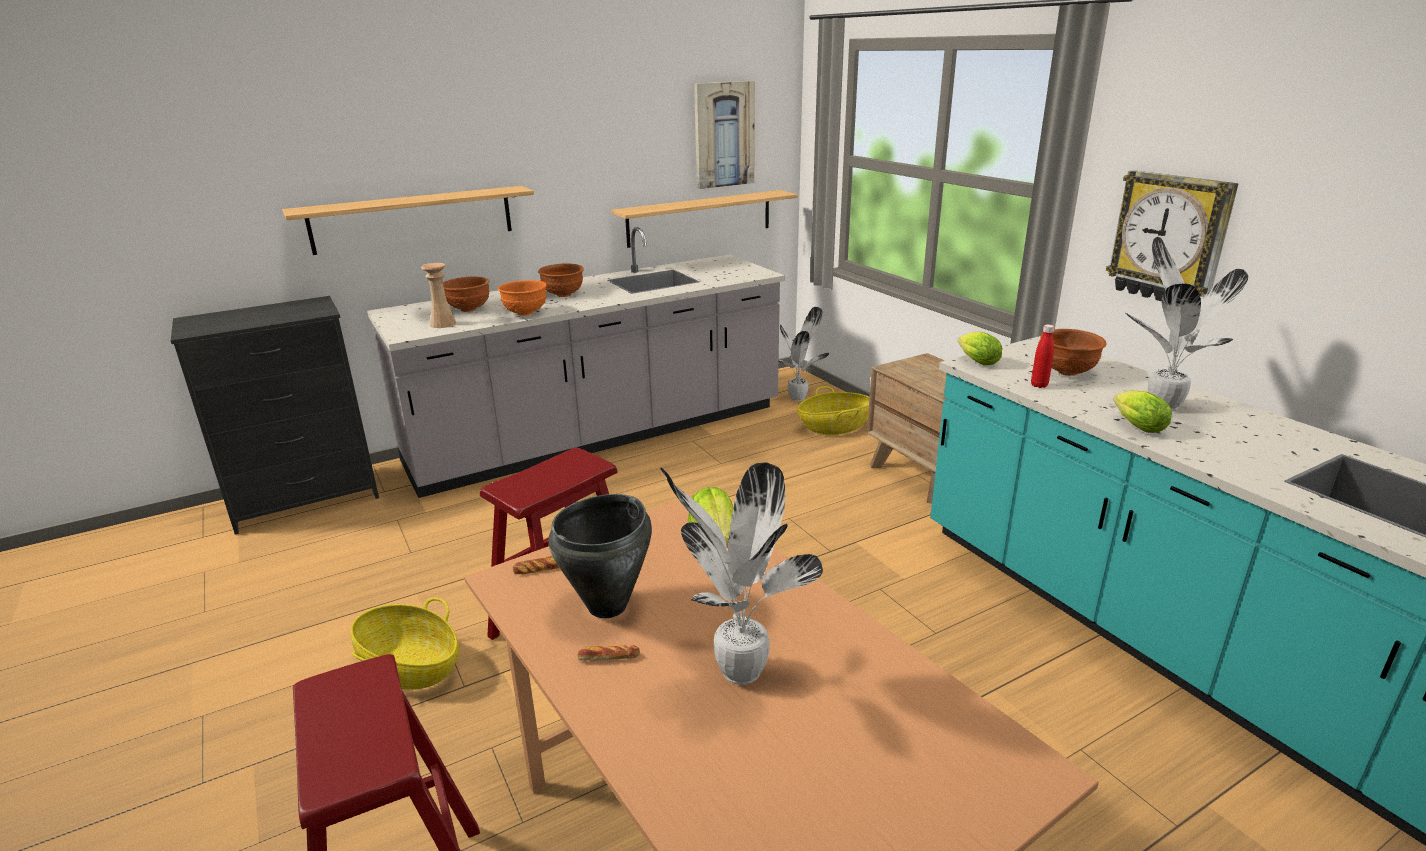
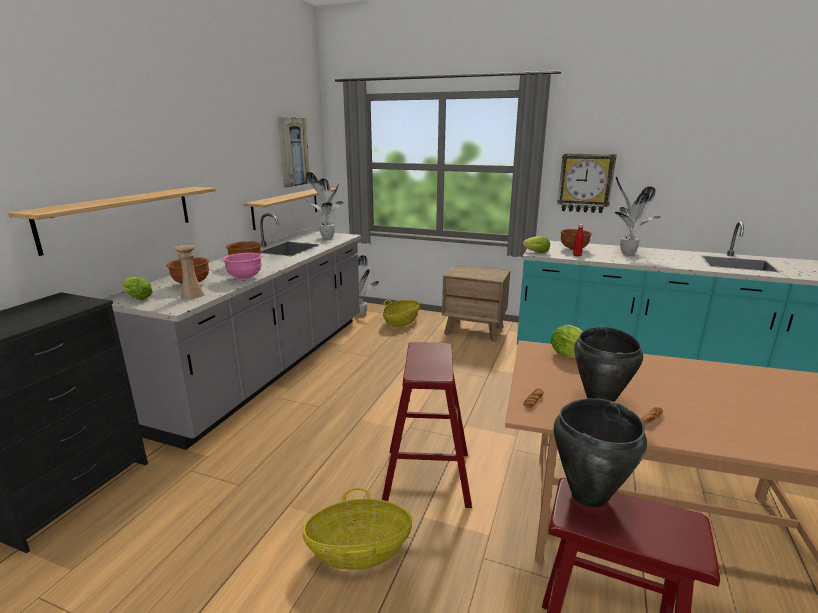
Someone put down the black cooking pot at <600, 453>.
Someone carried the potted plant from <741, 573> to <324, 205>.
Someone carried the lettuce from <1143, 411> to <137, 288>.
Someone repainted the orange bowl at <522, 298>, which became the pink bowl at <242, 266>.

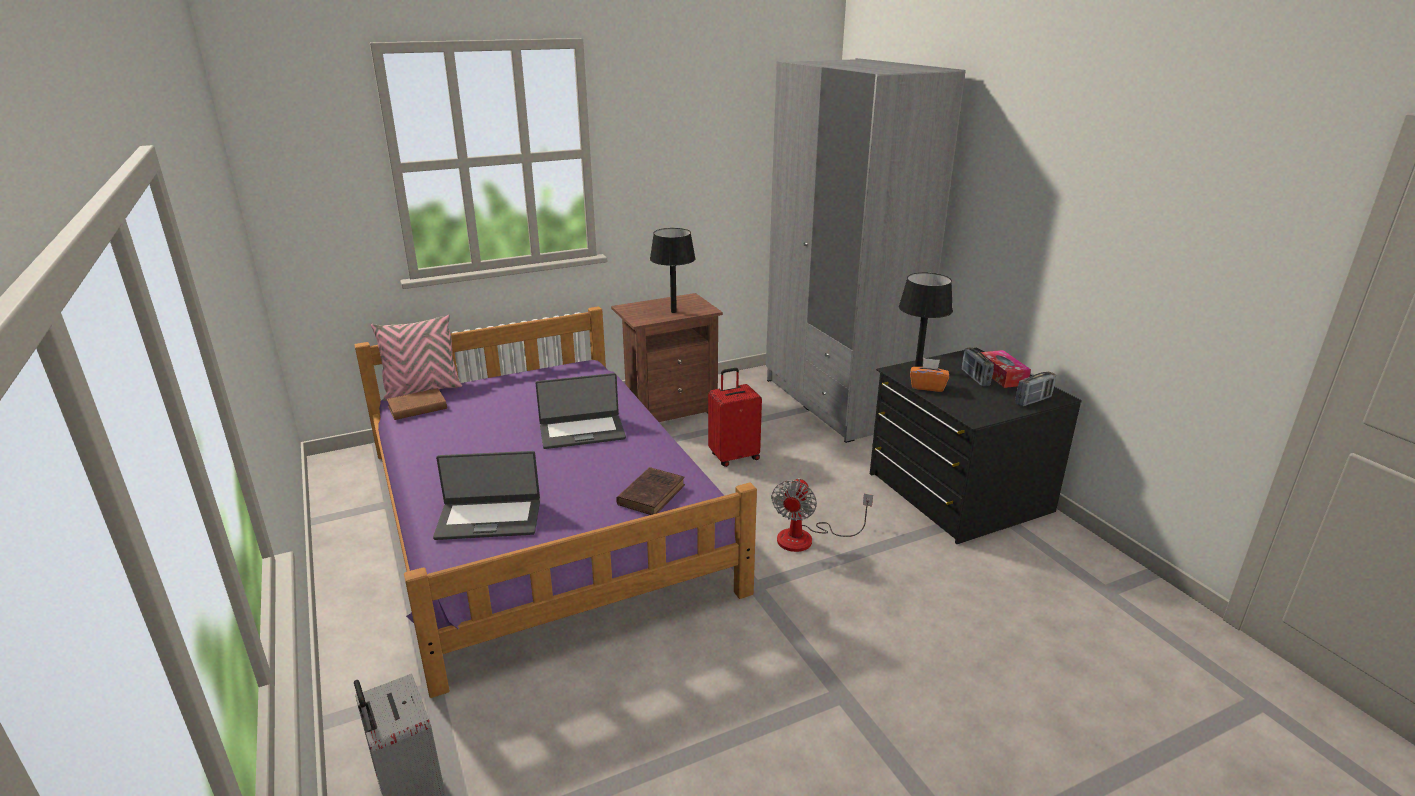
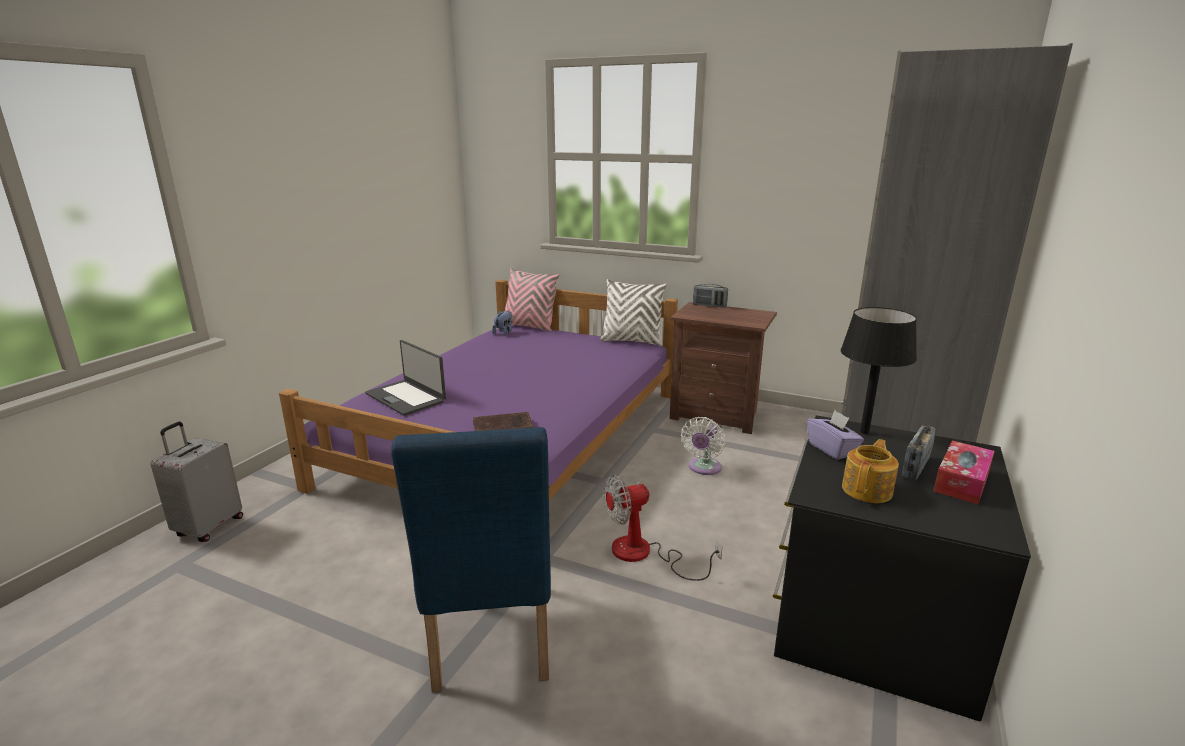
Someone took away the laptop at <580, 411>.
Someone took away the black table lamp at <673, 270>.
Someone put down the blue chair at <471, 559>.
Someone put down the white pillow at <633, 312>.
Someone put down the teapot at <870, 471>.
Someone carried the radio from <1035, 389> to <710, 296>.
Someone swapped the brown book at <417, 404> for the plush toy at <502, 323>.
Someone swapped the red suitcase at <735, 417> for the white fan at <703, 446>.
Someone repainted the orange tissue box at <929, 375>, which became the purple tissue box at <835, 435>.

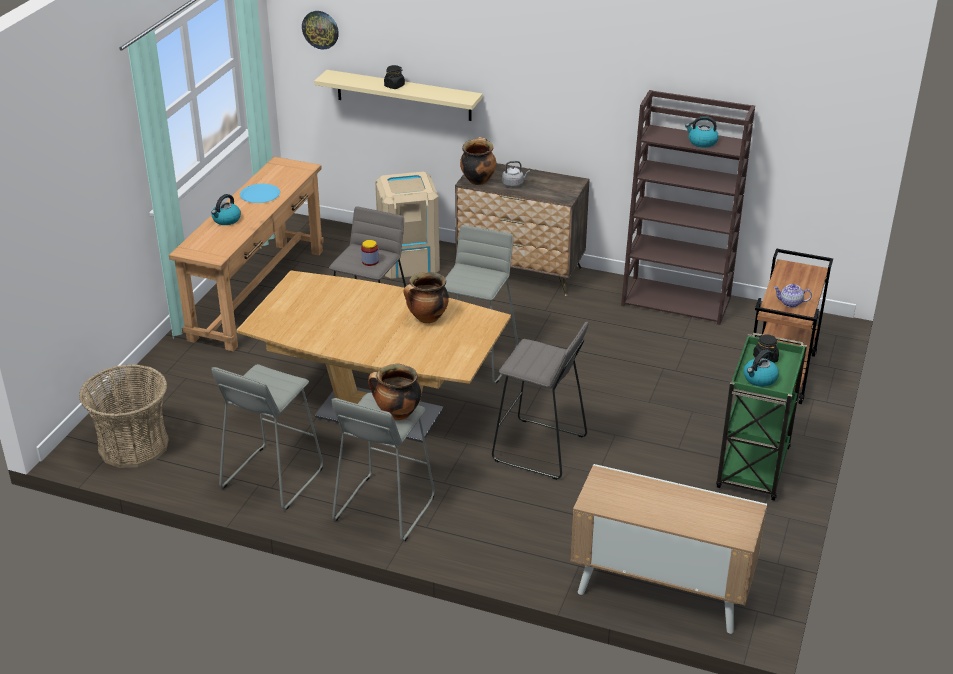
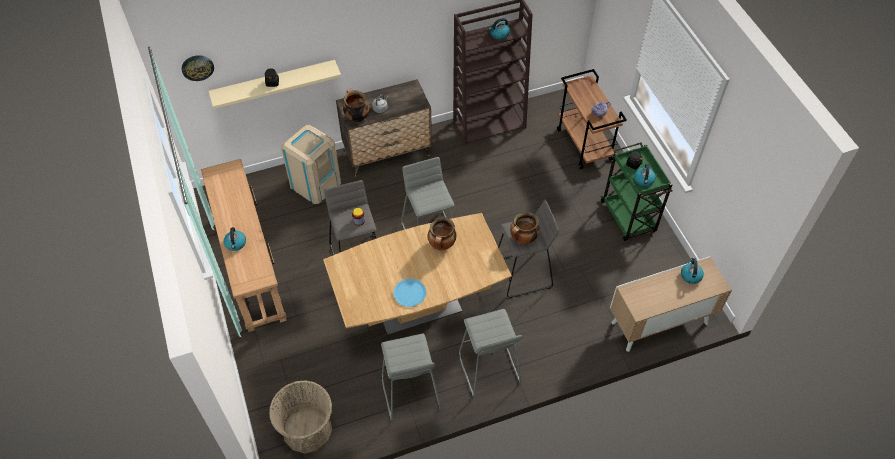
Someone put down the kettle at <692, 270>.
Someone carried the blue plate from <260, 193> to <409, 293>.
Someone carried the cooking pot from <394, 392> to <524, 228>.

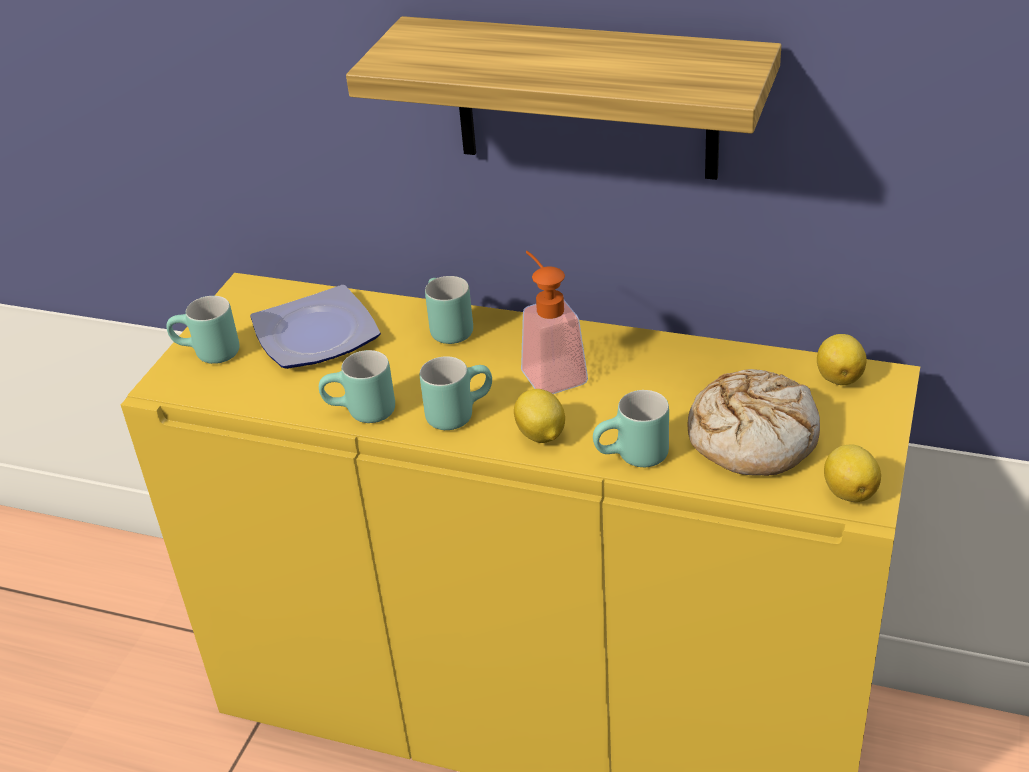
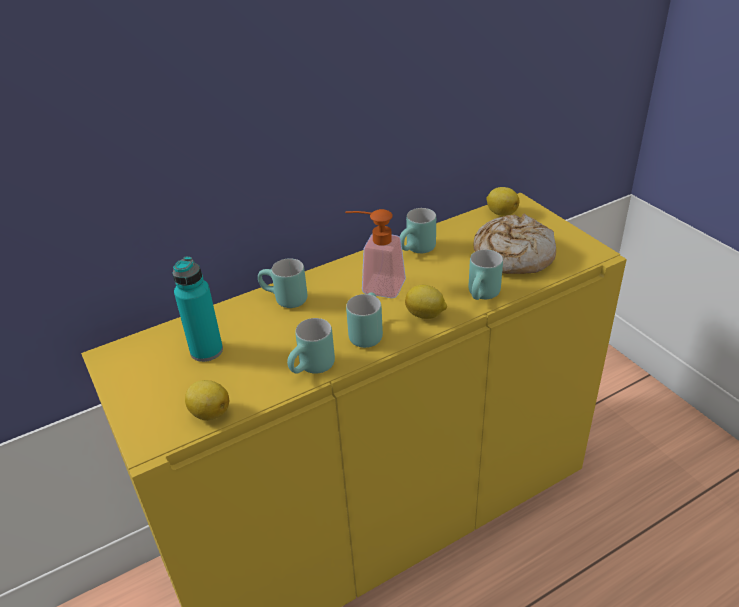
Someone took away the shelf at <563, 98>.
Someone carried the turquoise mug from <203, 330> to <418, 230>.
Someone carried the lemon from <852, 473> to <207, 400>.
Someone swapped the plate at <315, 327> for the turquoise bottle at <198, 309>.

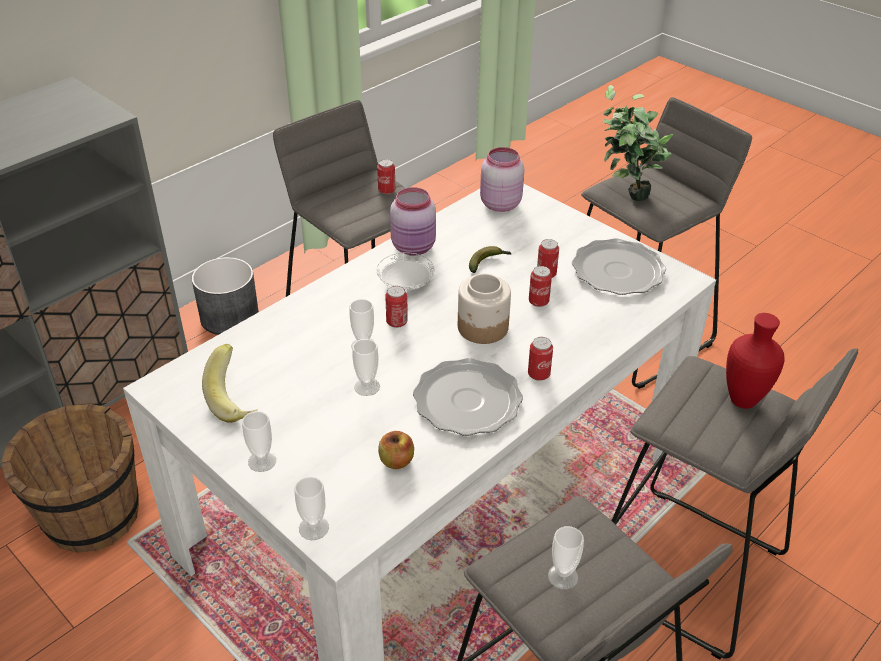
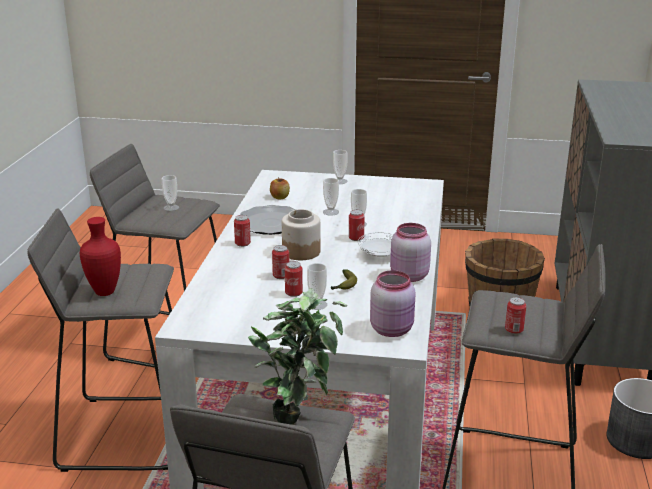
Someone took away the banana at <229, 383>.
Someone took away the plate at <619, 266>.
Someone carried the cup from <311, 508> to <317, 286>.

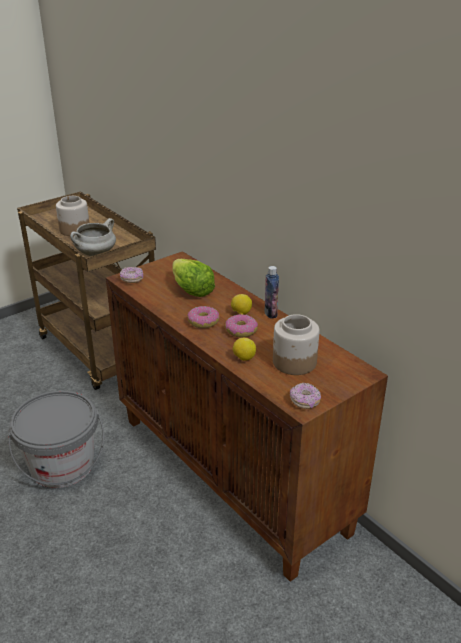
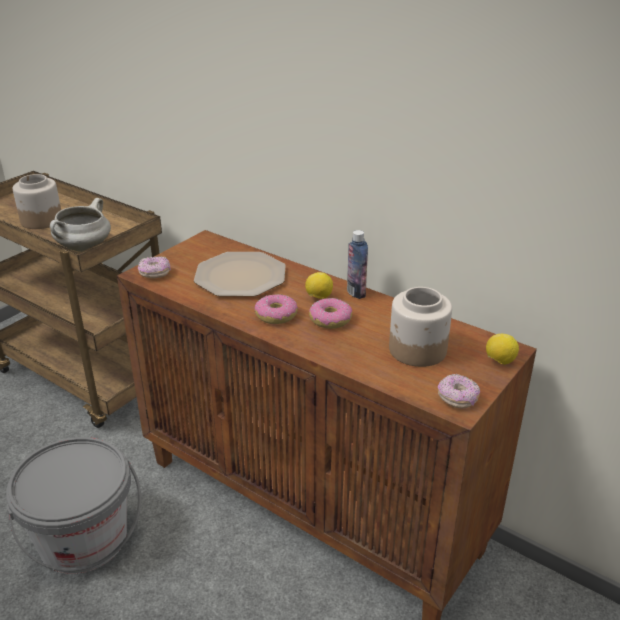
Someone carried the lemon from <244, 349> to <502, 349>.
Someone swapped the lettuce at <193, 278> for the plate at <240, 274>.

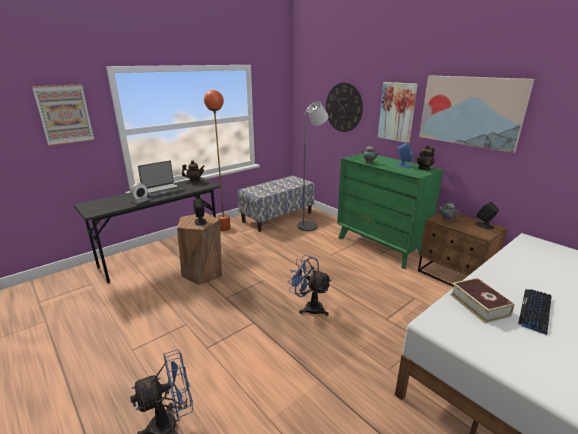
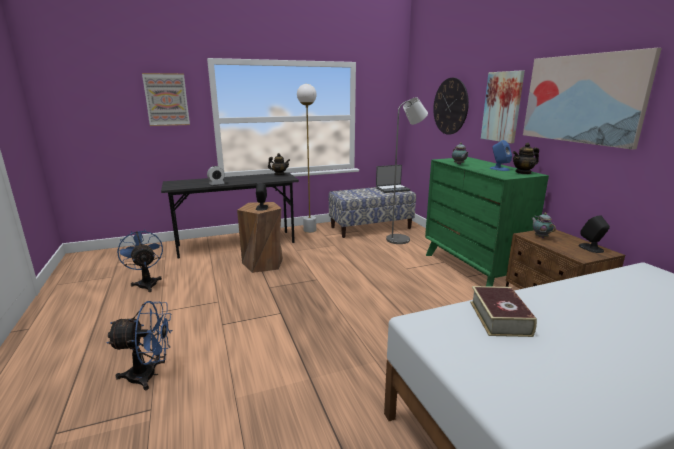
Someone took away the keyboard at <535, 312>.
Someone carried the laptop from <160, 179> to <393, 179>.
Someone carried the blue fan from <309, 285> to <140, 260>.
Someone repainted the orange floor lamp at <217, 160>, which became the white floor lamp at <307, 158>.

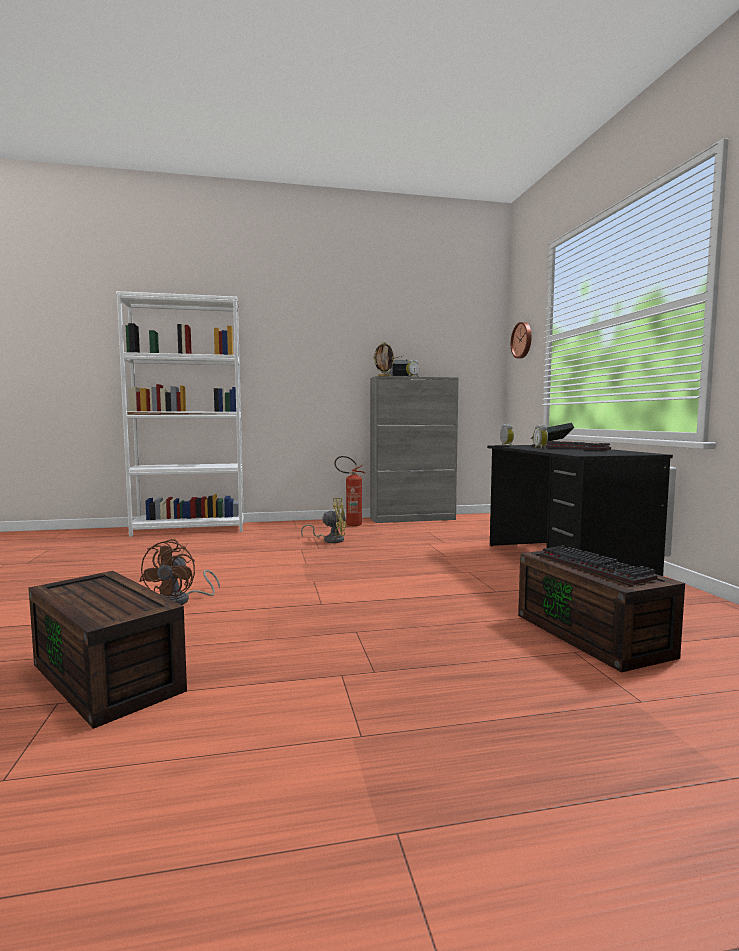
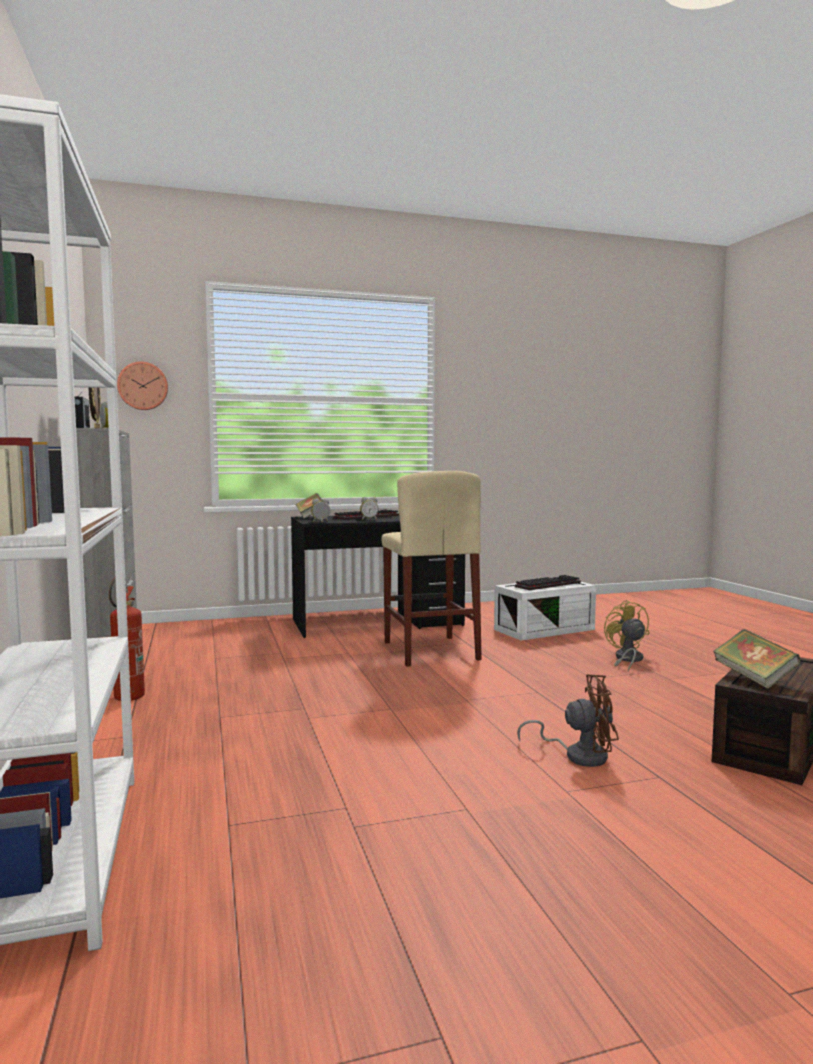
Someone put down the beige stool at <432, 569>.
Someone put down the book at <757, 659>.
Someone carried the yellow fan from <323, 520> to <627, 636>.
Someone repainted the brown storage box at <601, 611>, which became the white storage box at <545, 611>.

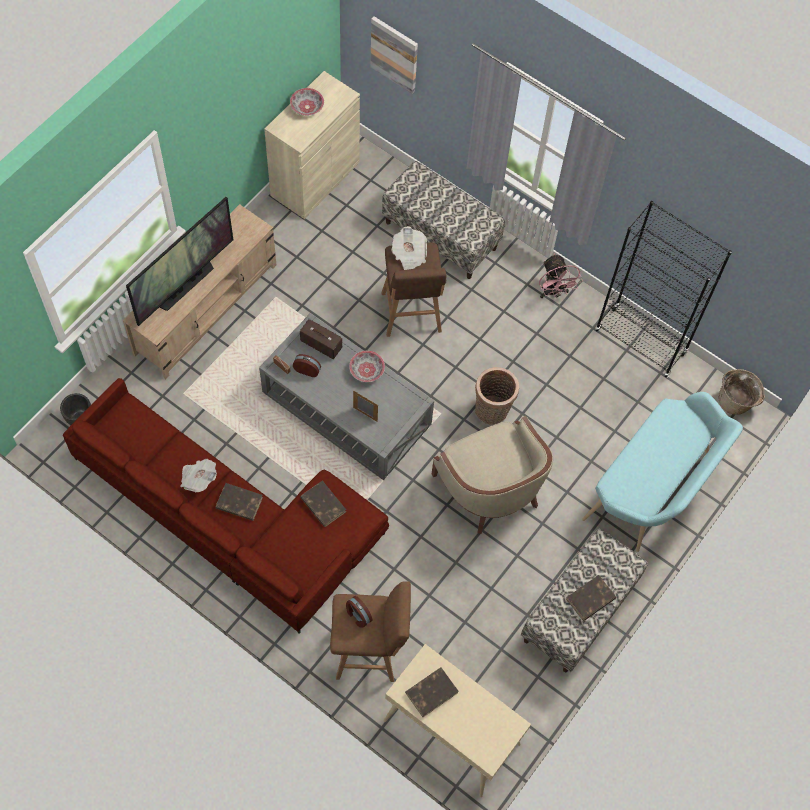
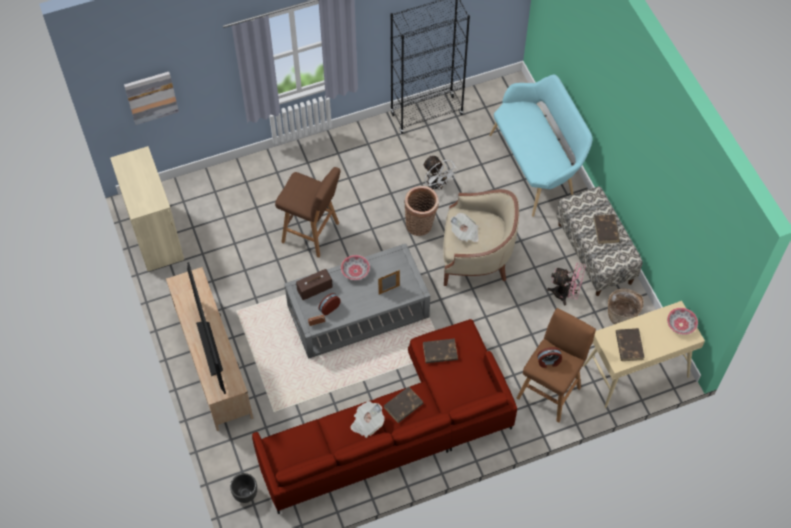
Someone took away the bench at <443, 220>.
Someone put down the white fan at <440, 172>.
Someone carried the bowl from <307, 102> to <682, 321>.
Someone carried the newspaper from <409, 248> to <464, 227>.
Someone carried the pink fan from <561, 276> to <566, 283>.
Someone carried the basket from <741, 392> to <626, 306>.

